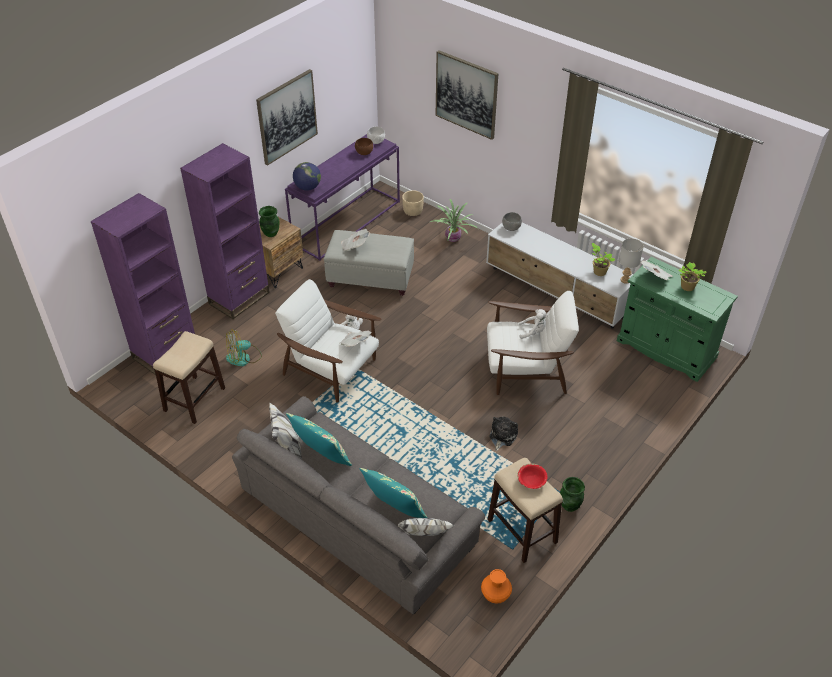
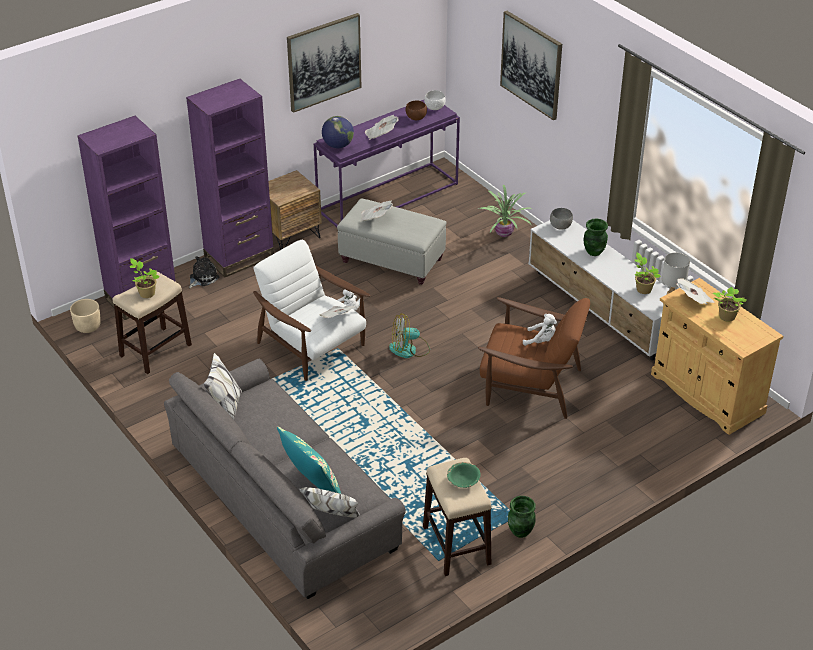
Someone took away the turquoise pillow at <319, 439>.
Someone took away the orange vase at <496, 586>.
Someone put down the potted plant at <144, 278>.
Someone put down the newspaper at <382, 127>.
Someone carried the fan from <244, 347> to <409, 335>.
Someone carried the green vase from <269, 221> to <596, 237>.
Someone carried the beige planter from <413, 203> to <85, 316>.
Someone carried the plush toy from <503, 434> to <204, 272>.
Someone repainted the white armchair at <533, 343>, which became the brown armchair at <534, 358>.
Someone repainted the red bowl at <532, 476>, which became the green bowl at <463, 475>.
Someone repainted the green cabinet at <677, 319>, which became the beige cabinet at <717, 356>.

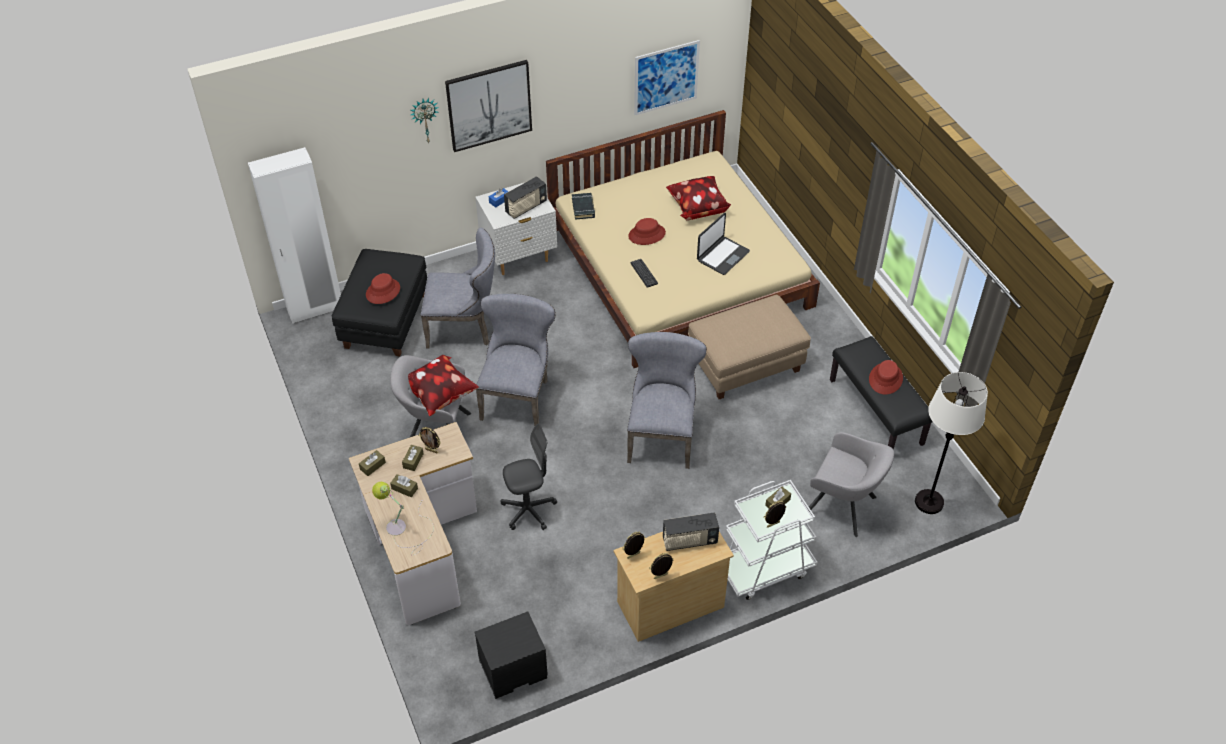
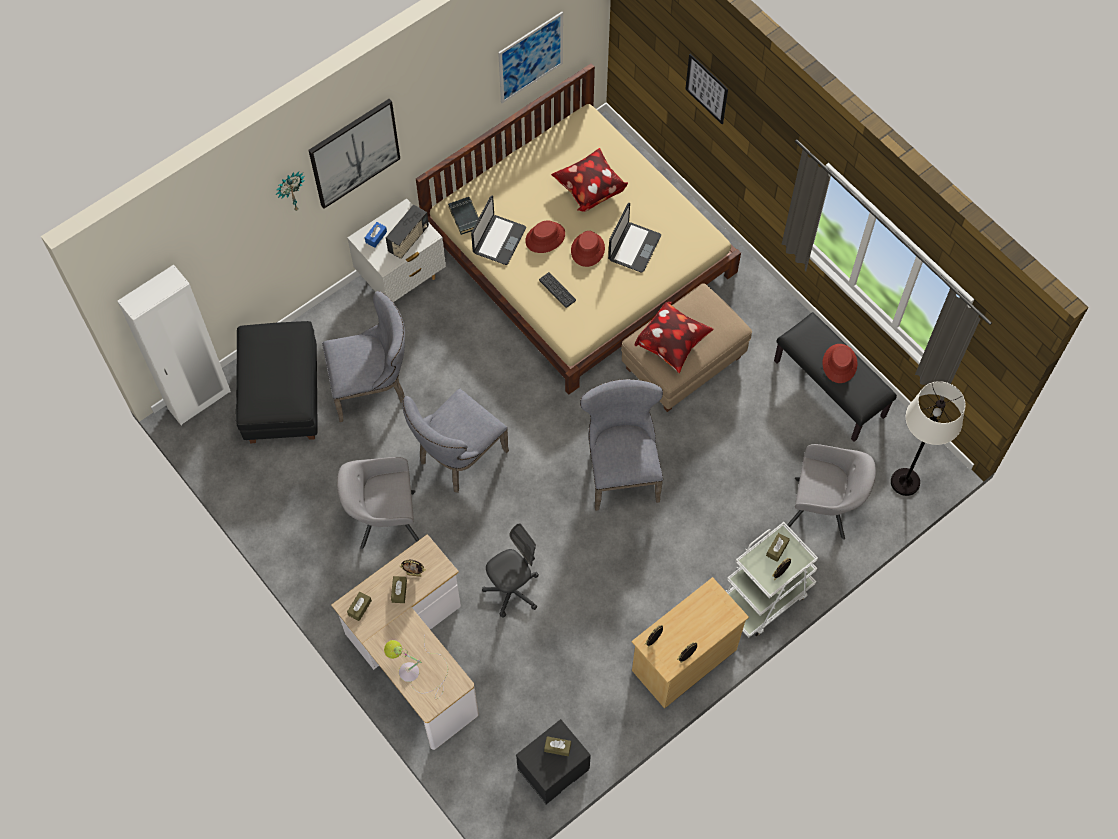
Someone took away the radio at <691, 532>.
Someone put down the laptop at <498, 230>.
Someone put up the picture at <706, 88>.
Someone carried the red hat from <383, 288> to <588, 249>.
Someone carried the brown tissue box from <404, 485> to <557, 746>.
Someone carried the pillow from <443, 385> to <674, 337>.
Someone rotated the grey chair at <515, 360> by 135 degrees counterclockwise.

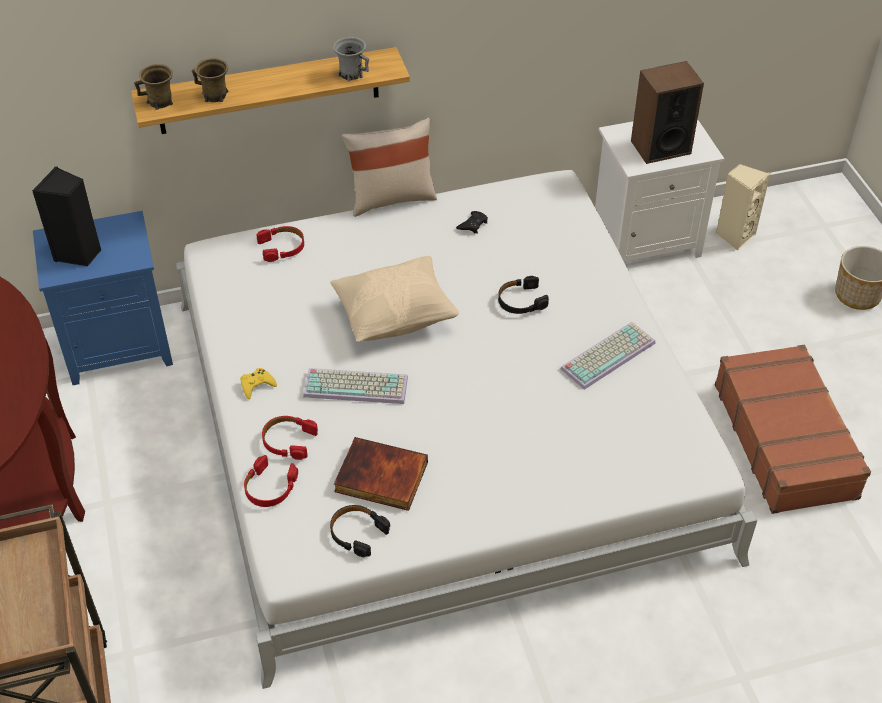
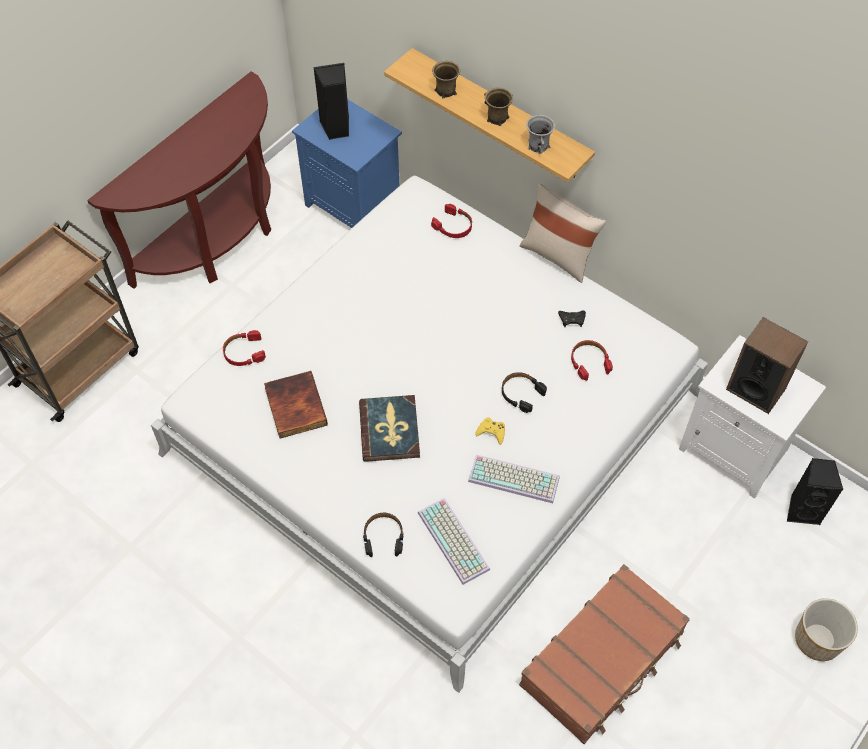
Someone took away the beige pillow at <394, 299>.
Someone put down the book at <389, 428>.
Someone carried the brown mug from <153, 87> to <498, 107>.
Someone carried the yellow game controller from <258, 383> to <490, 431>.
Someone carried the red headphones from <290, 438> to <592, 360>.
Someone carried the keyboard from <355, 386> to <454, 541>.
Someone carried the black headphones from <360, 531> to <383, 535>.
Someone repainted the beige speaker at <742, 207>, which became the black speaker at <815, 491>.

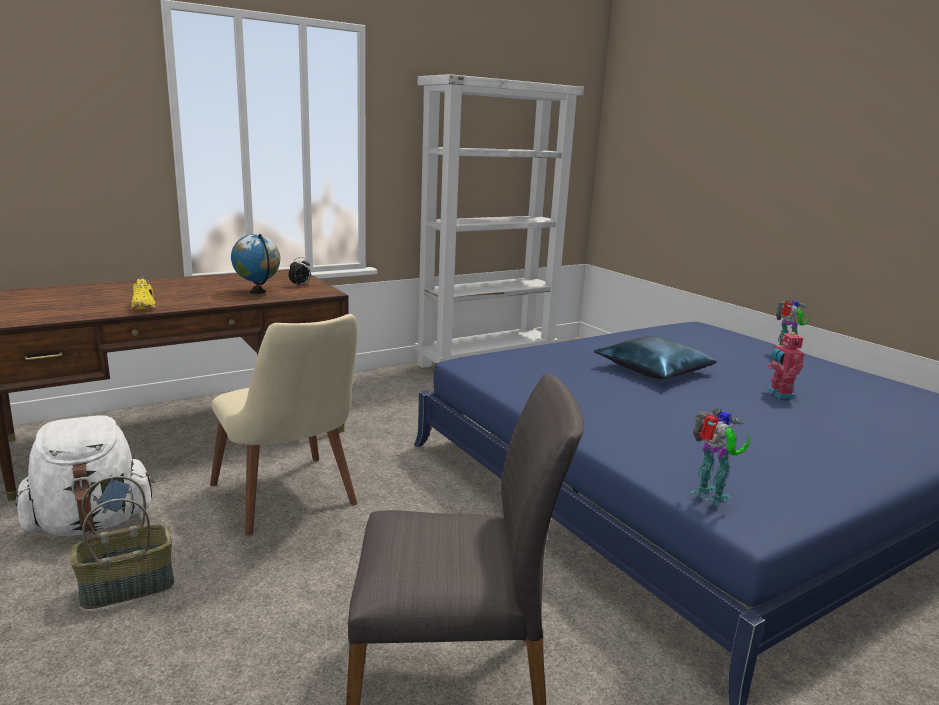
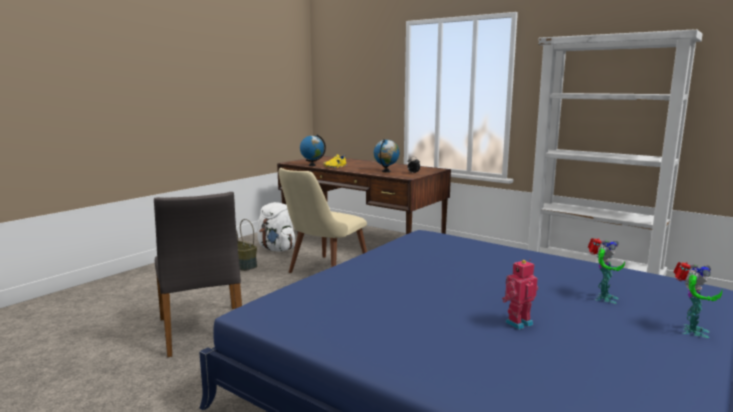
Someone took away the blue pillow at <655, 357>.
Someone put down the globe at <313, 150>.
Someone carried the toy robot from <720, 457> to <606, 271>.

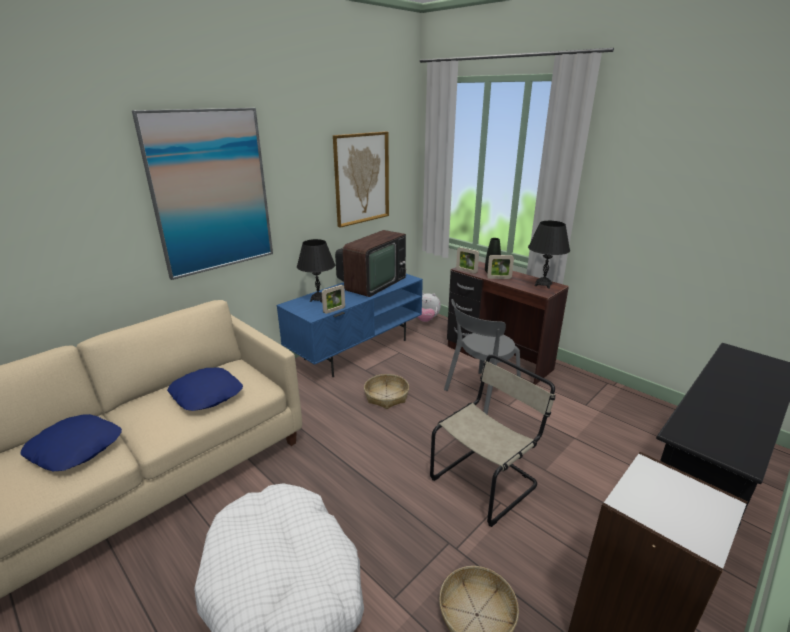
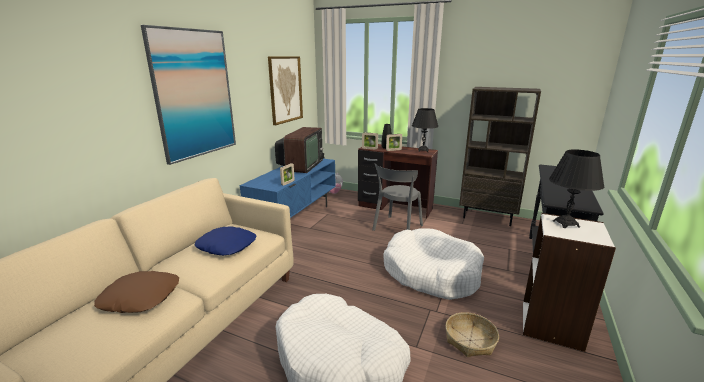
Someone took away the basket at <386, 391>.
Someone put down the brown bookcase at <500, 156>.
Someone carried the black table lamp from <316, 271> to <576, 189>.
Someone swapped the beige chair at <493, 440> for the white dog bed at <433, 264>.
Someone repainted the blue pillow at <71, 442>, which became the brown pillow at <136, 292>.

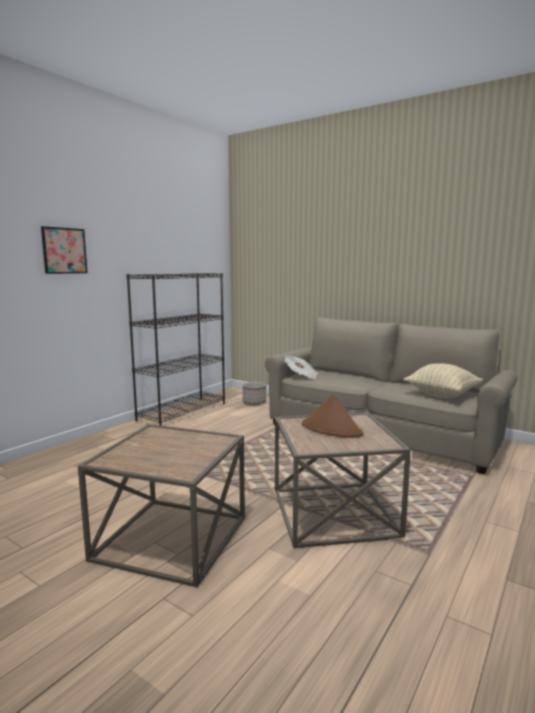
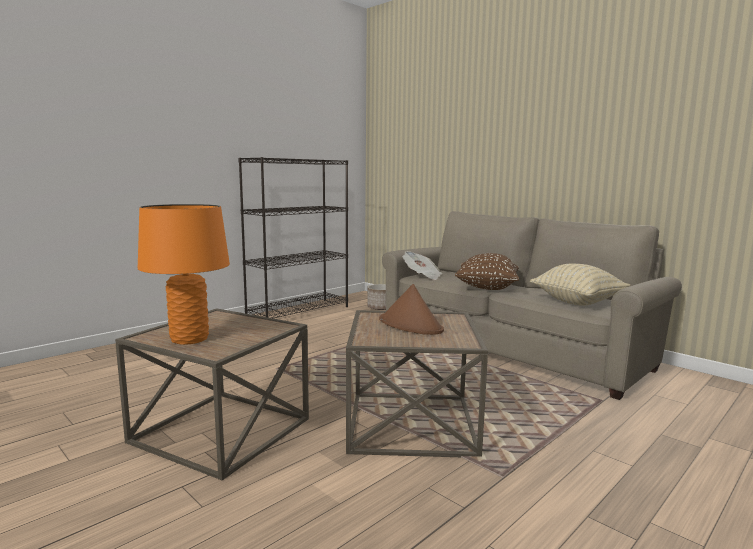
Someone took away the picture at <64, 250>.
Someone put down the orange table lamp at <184, 274>.
Someone put down the brown pillow at <487, 271>.

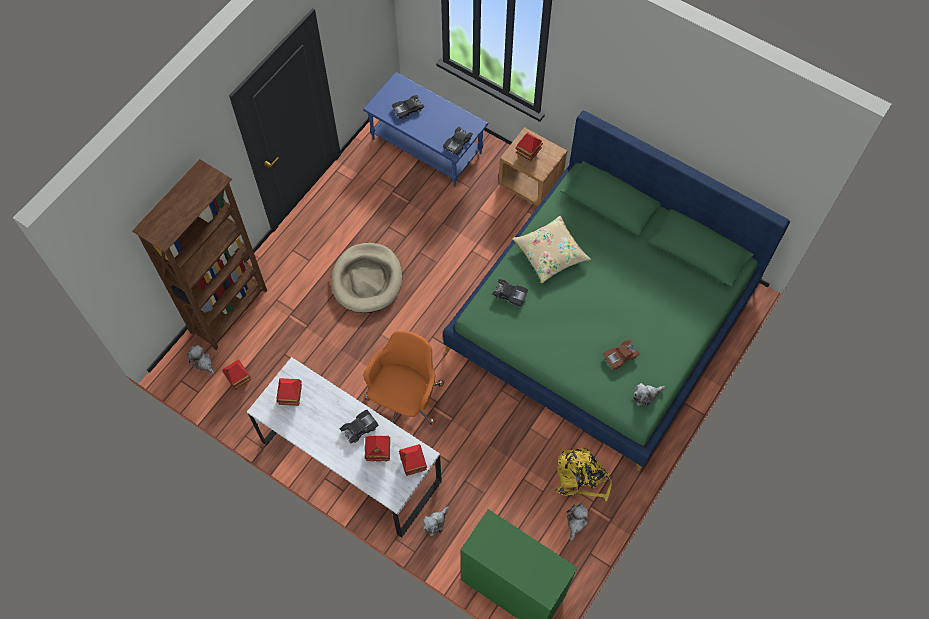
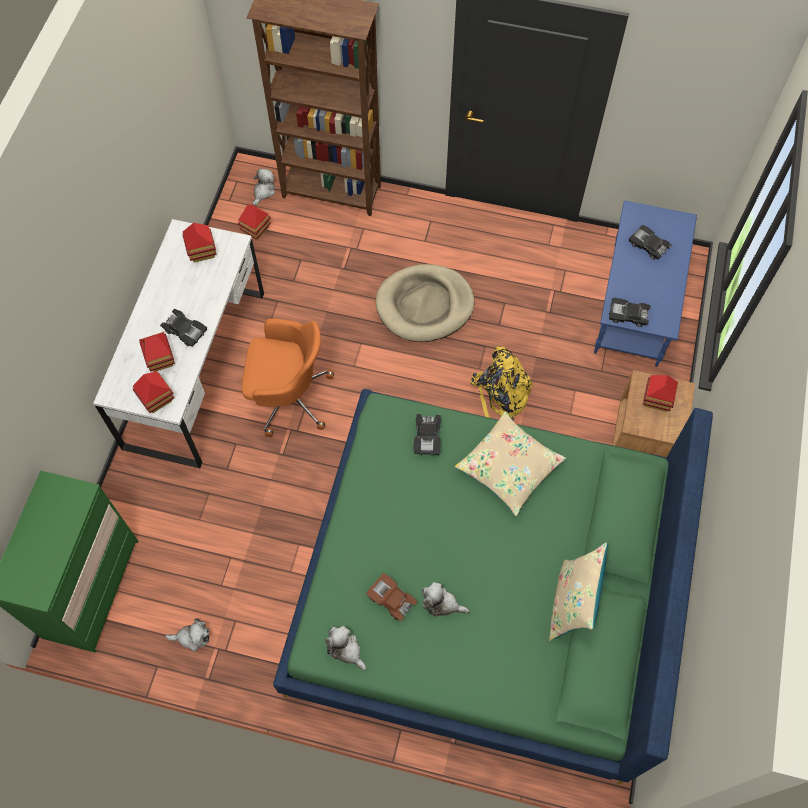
Someone put down the beige pillow at <578, 591>.
Someone carried the plush toy from <435, 521> to <445, 599>.
Someone carried the yellow backpack from <584, 474> to <502, 383>.

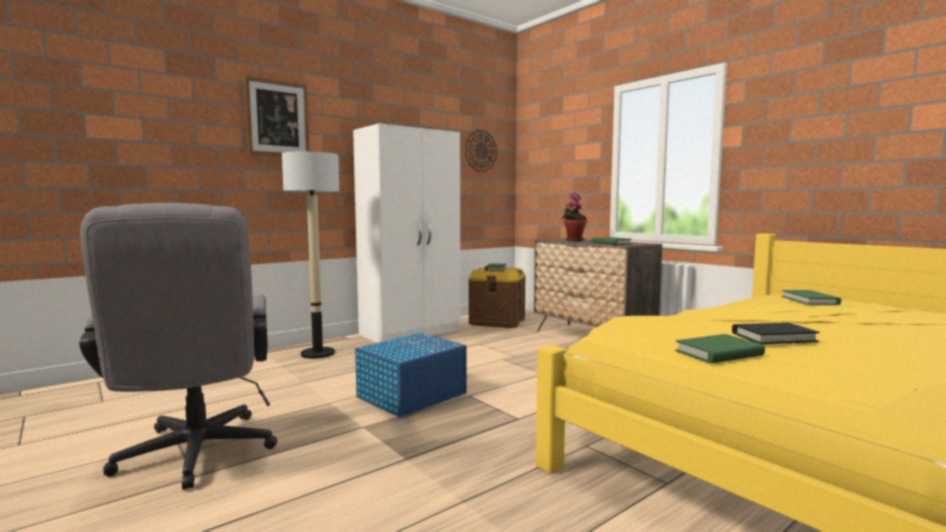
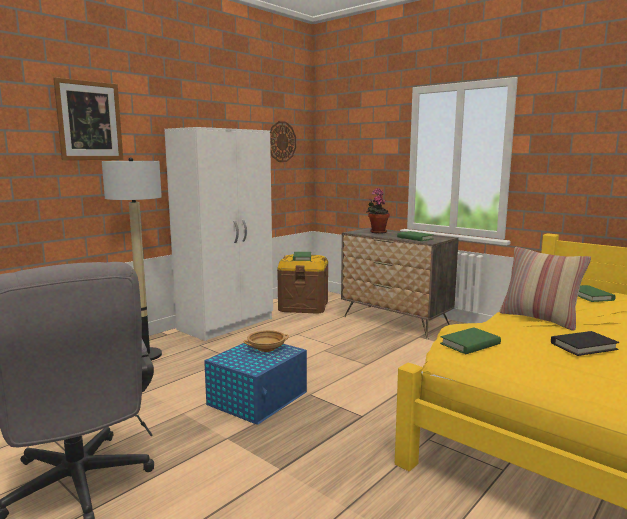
Someone put down the beige bowl at <266, 341>.
Someone put down the pillow at <545, 289>.
Someone carried the green book from <720, 348> to <470, 340>.

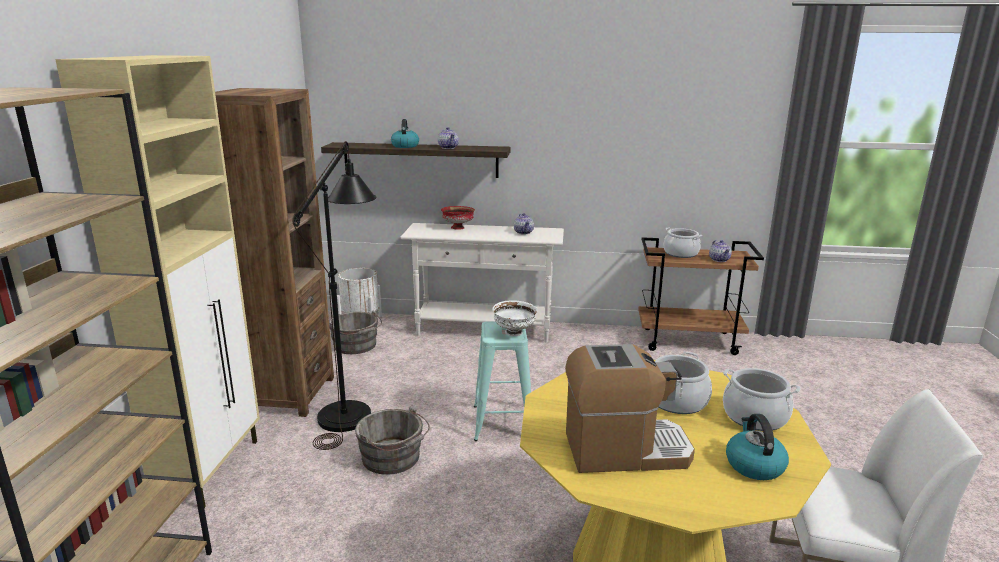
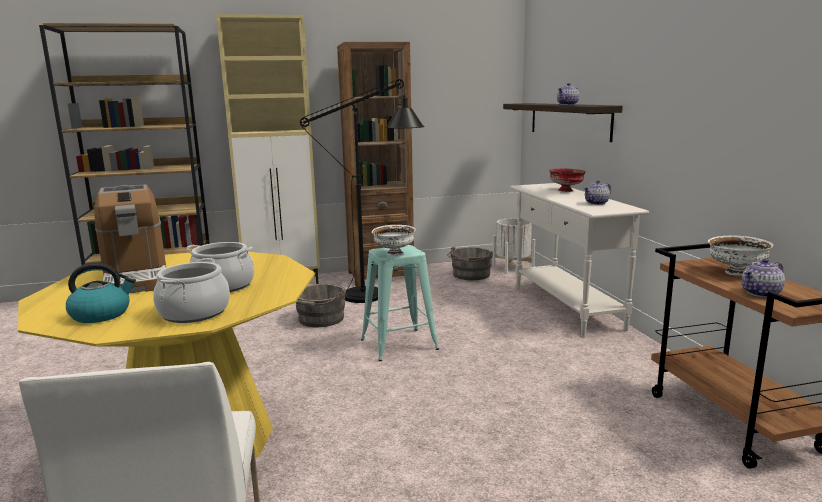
Someone took away the kettle at <405, 133>.
Someone swapped the cooking pot at <682, 242> for the white bowl at <740, 256>.

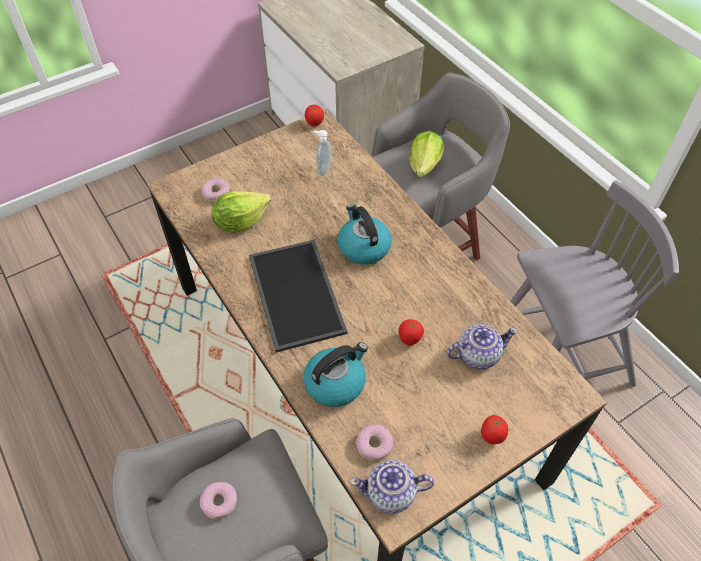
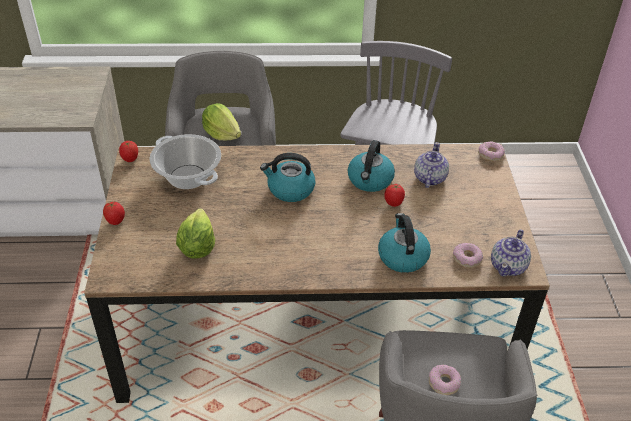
Someone took away the tray at <298, 296>.
Someone put down the kettle at <371, 166>.
Someone carried the donut from <215, 190> to <491, 151>.
Someone carried the tomato from <494, 429> to <114, 213>.
Someone swapped the soap dispenser at <322, 153> for the cooking pot at <185, 161>.

